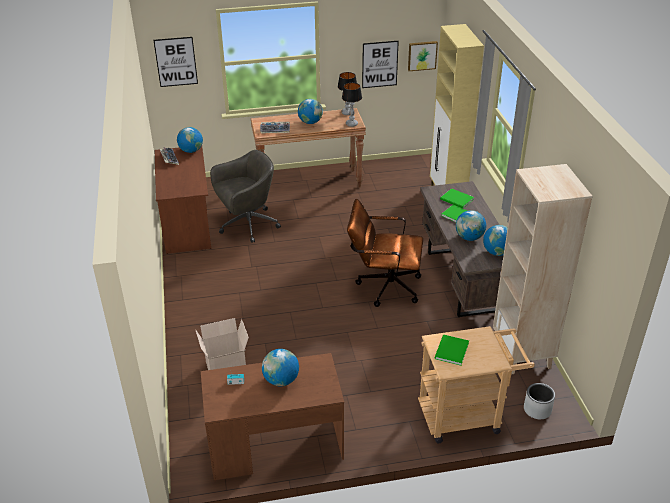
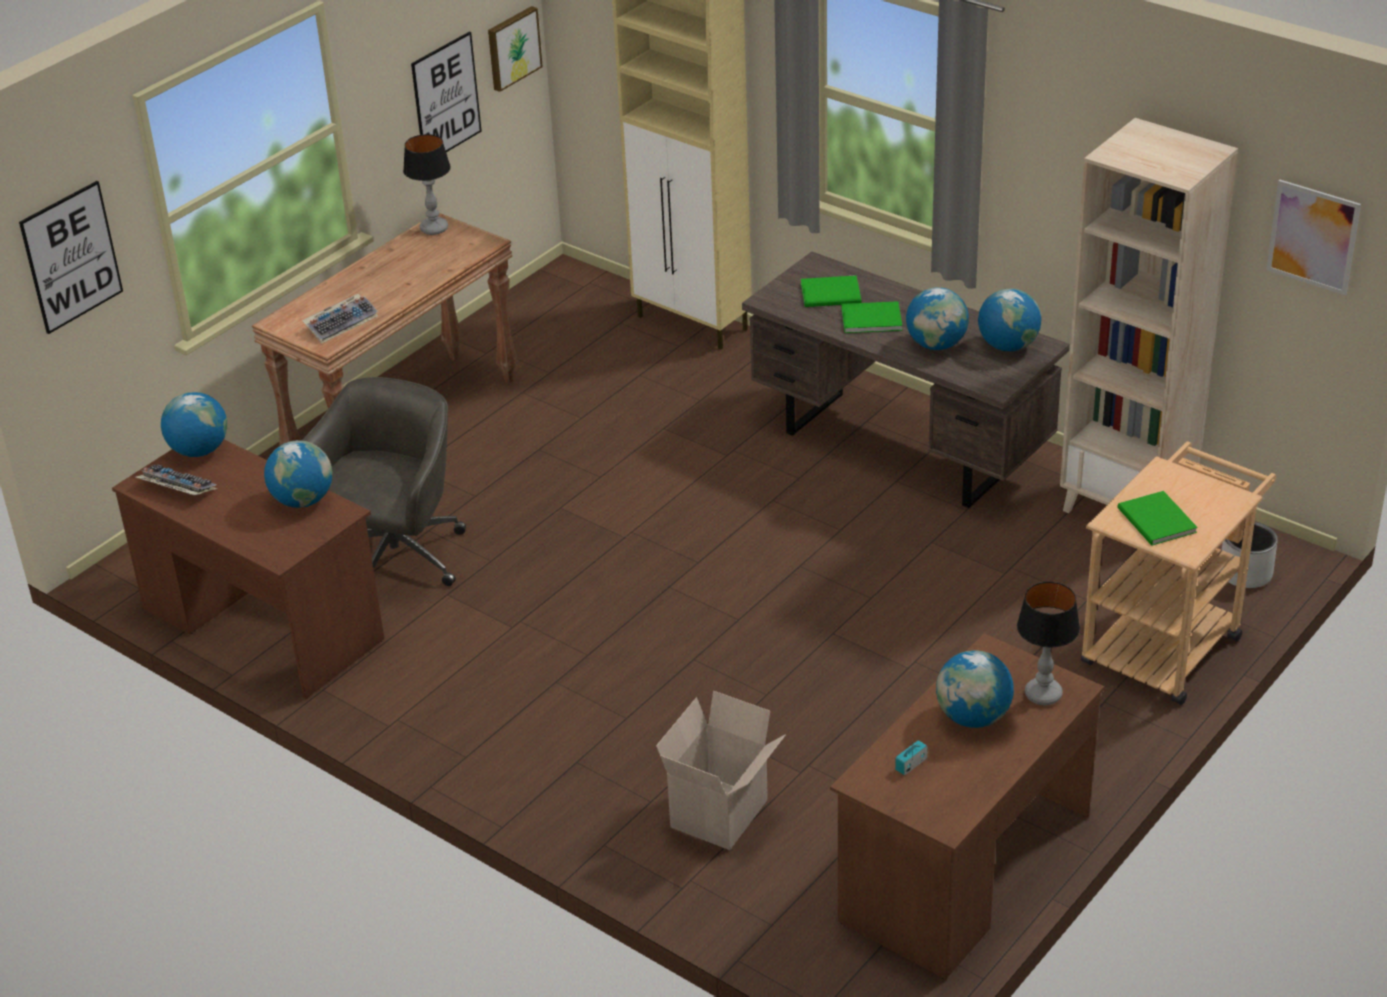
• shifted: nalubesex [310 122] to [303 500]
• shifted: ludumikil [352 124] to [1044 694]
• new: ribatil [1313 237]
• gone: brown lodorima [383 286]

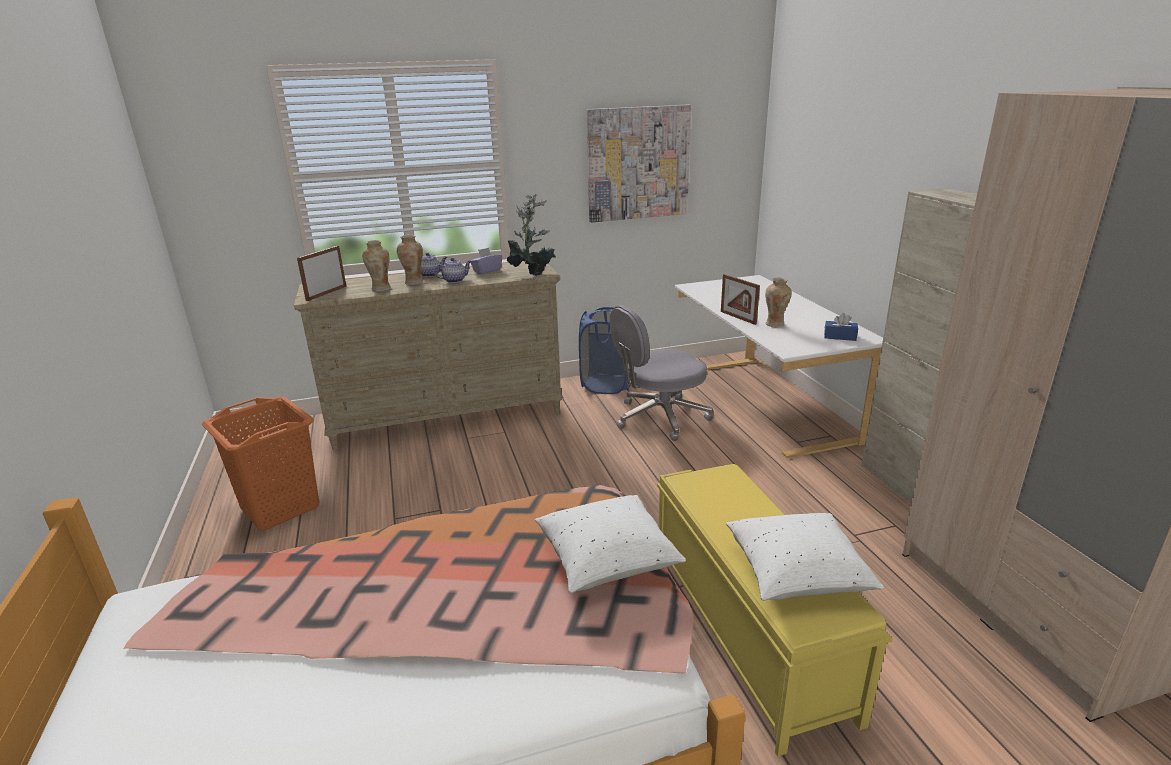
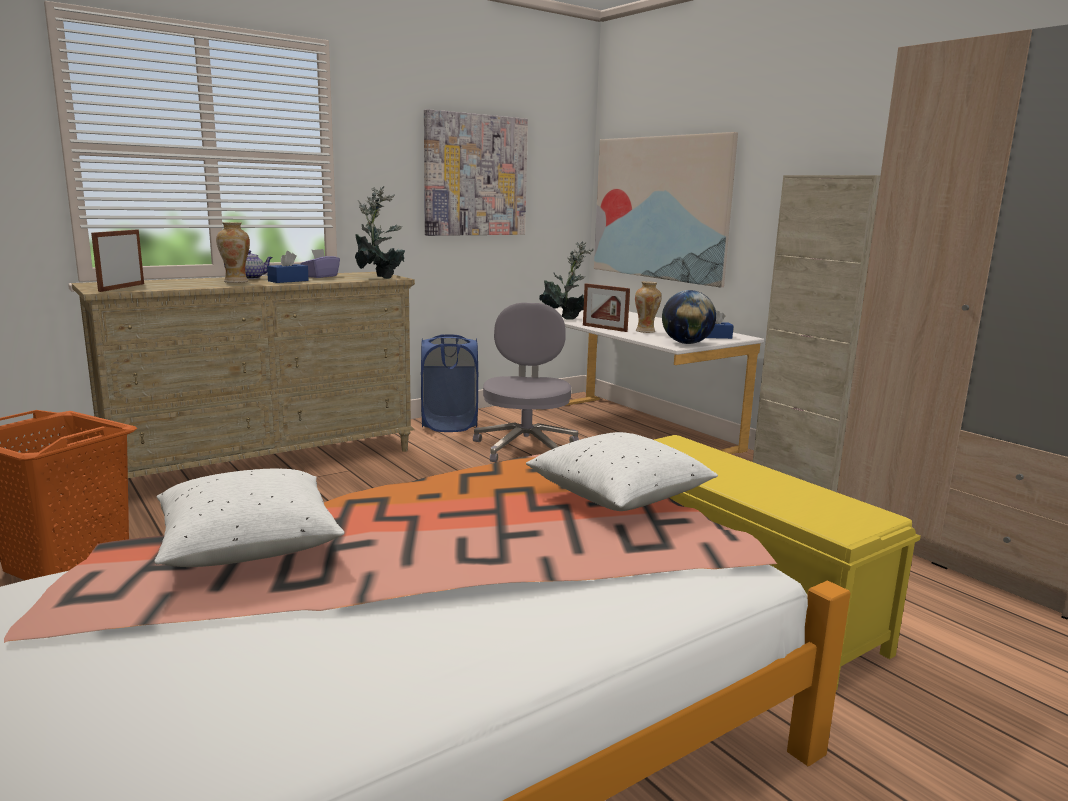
• shifted: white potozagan [796 573] to [248 547]
• swapped: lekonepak [454 280] to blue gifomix [288 281]
• rotated: grey lodorima [659 418] = [526 447] 135 degrees clockwise
• new: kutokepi [568 318]
• new: ribatil [660 208]
• new: nalubesex [686 343]
• gone: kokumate [381 289]

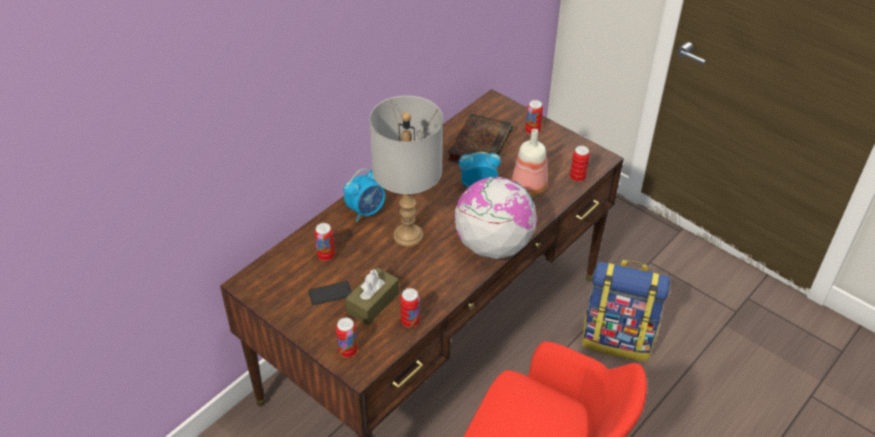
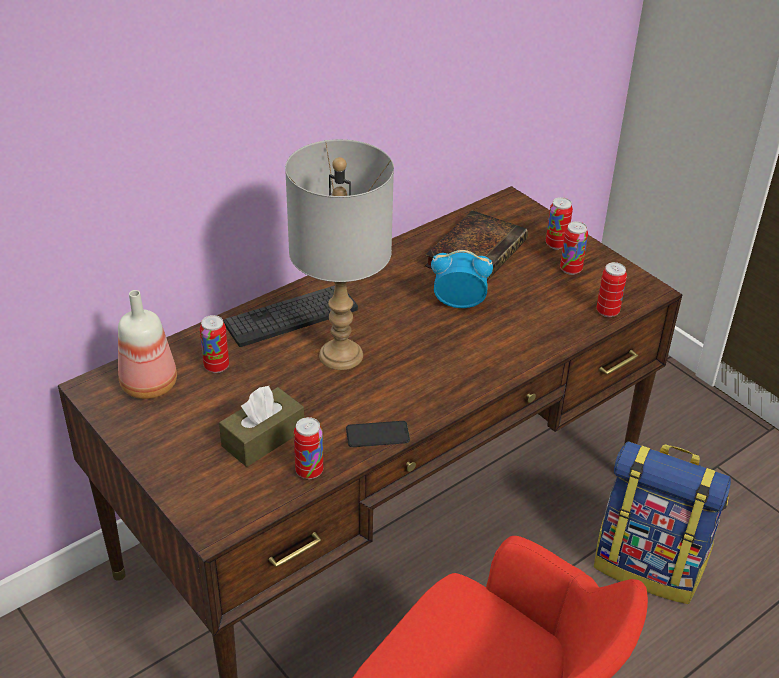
• shifted: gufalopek [528 186] to [150 384]
• swapped: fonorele [366 211] to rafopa [291 316]
• shifted: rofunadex [330 293] to [377 435]
• shifted: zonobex [347 351] to [570 269]
• gone: nalubesex [493 245]

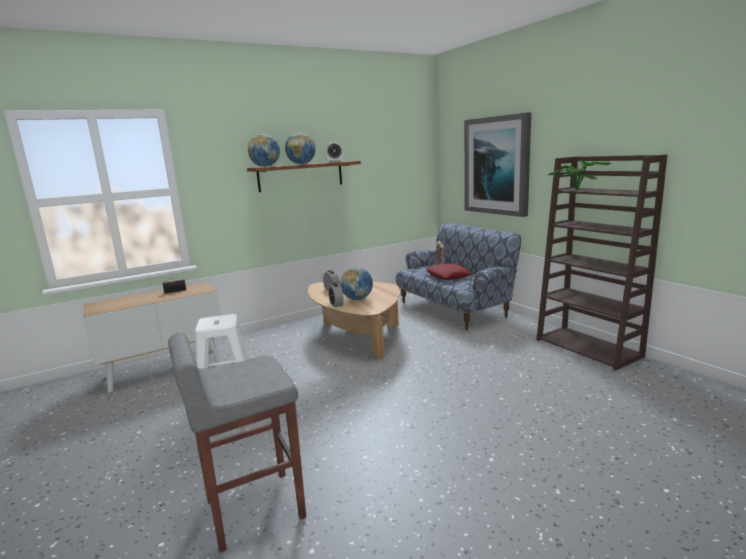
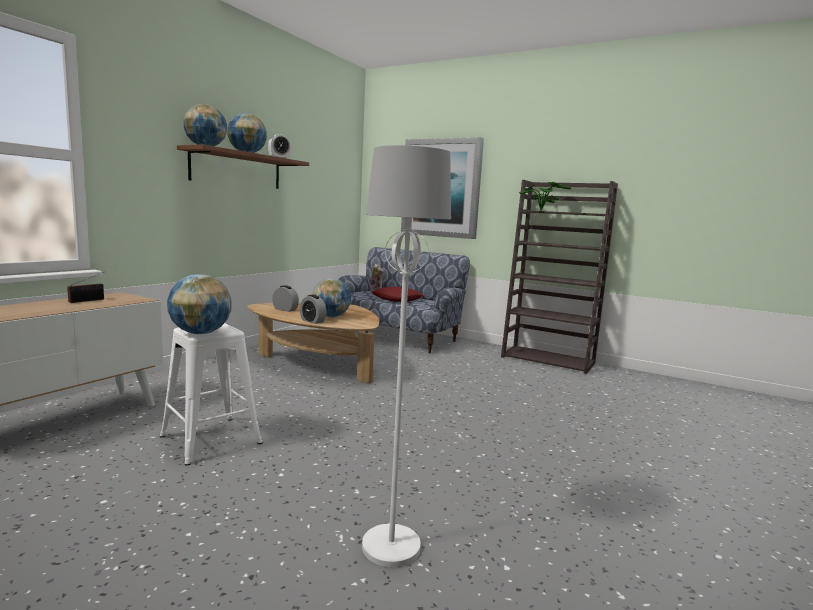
• new: nalubesex [200 333]
• swapped: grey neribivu [253 508] to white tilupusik [390 547]

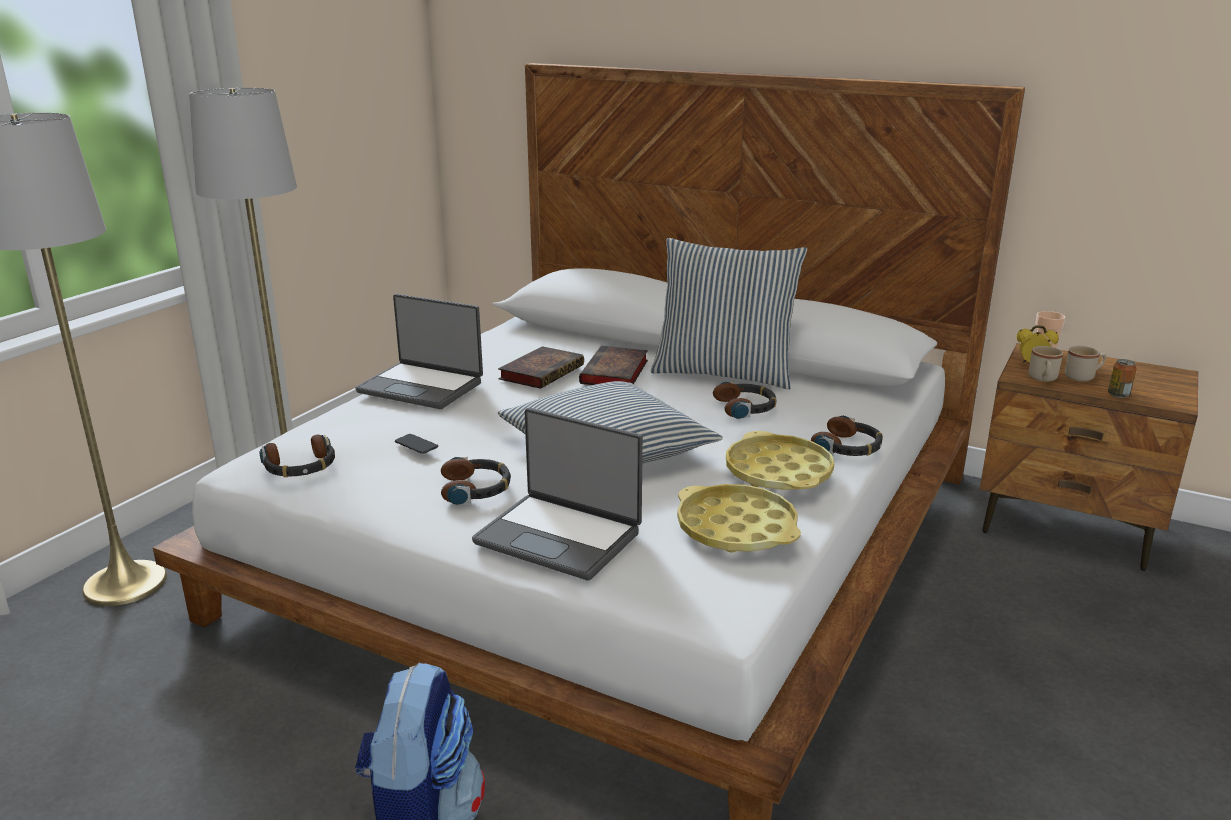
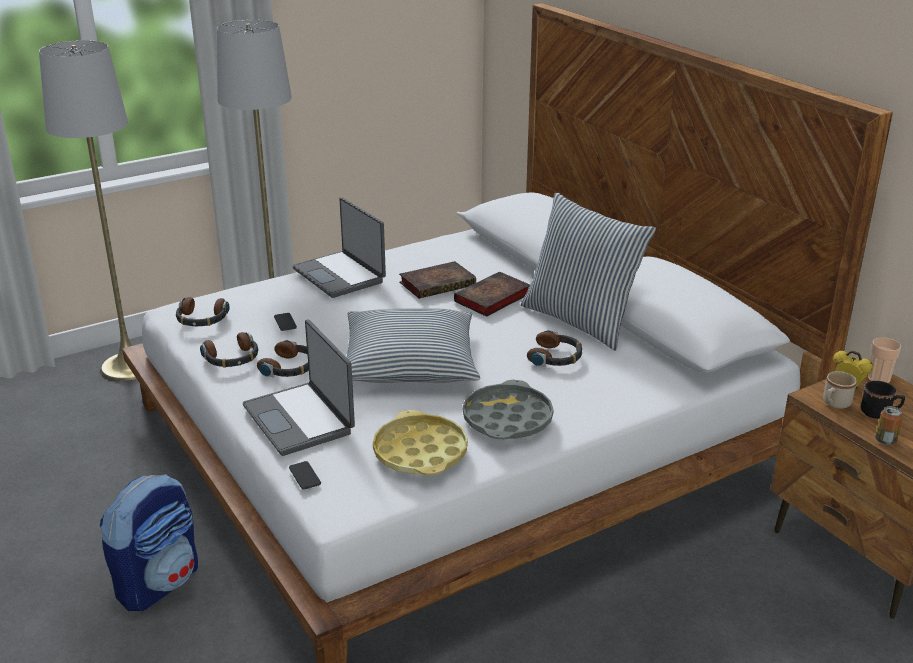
• shifted: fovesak [848 447] to [232 358]
• new: rofunadex [304 476]
• repainted: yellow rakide [778 472] to grey rakide [507 419]
• repainted: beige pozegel [1083 377] to black pozegel [879 413]

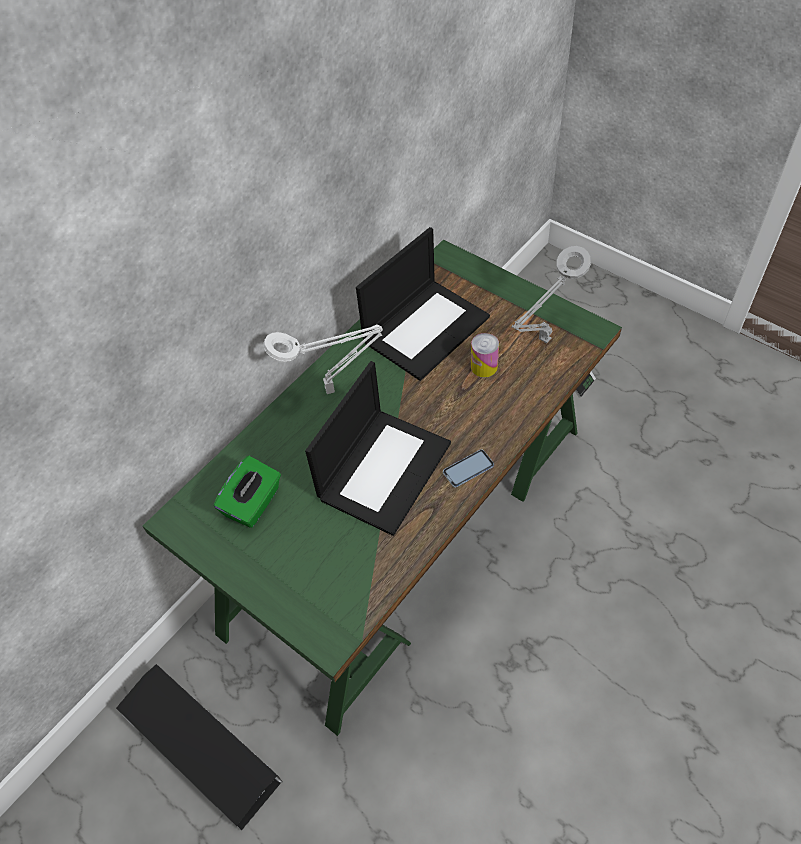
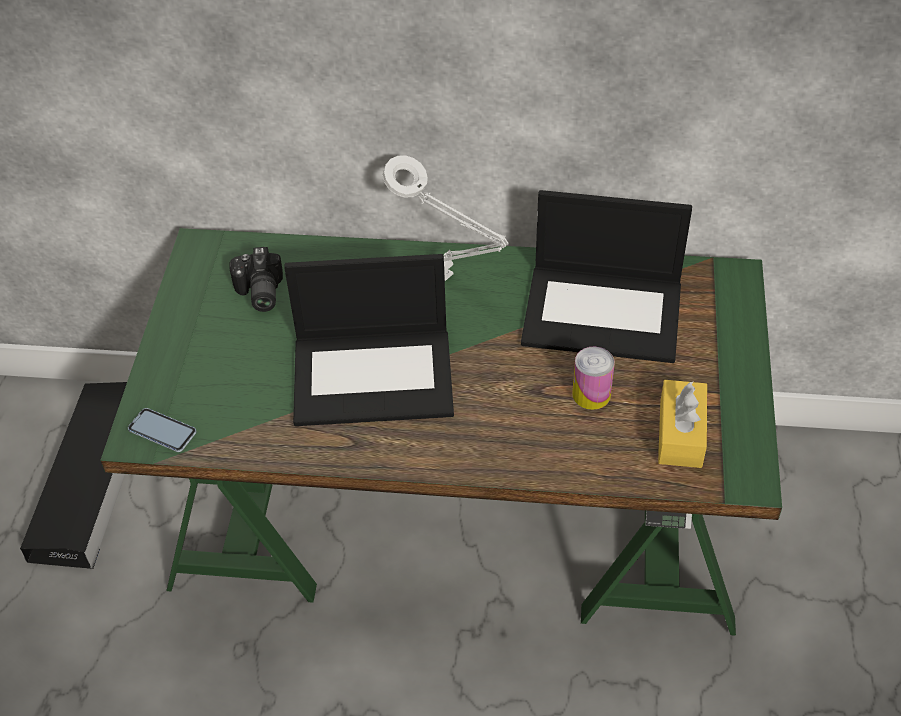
• shifted: rofunadex [468 469] to [162 431]
• swapped: green gifomix [253 503] to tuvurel [258 293]
• swapped: grey ludumikil [542 342] to yellow gifomix [680 434]

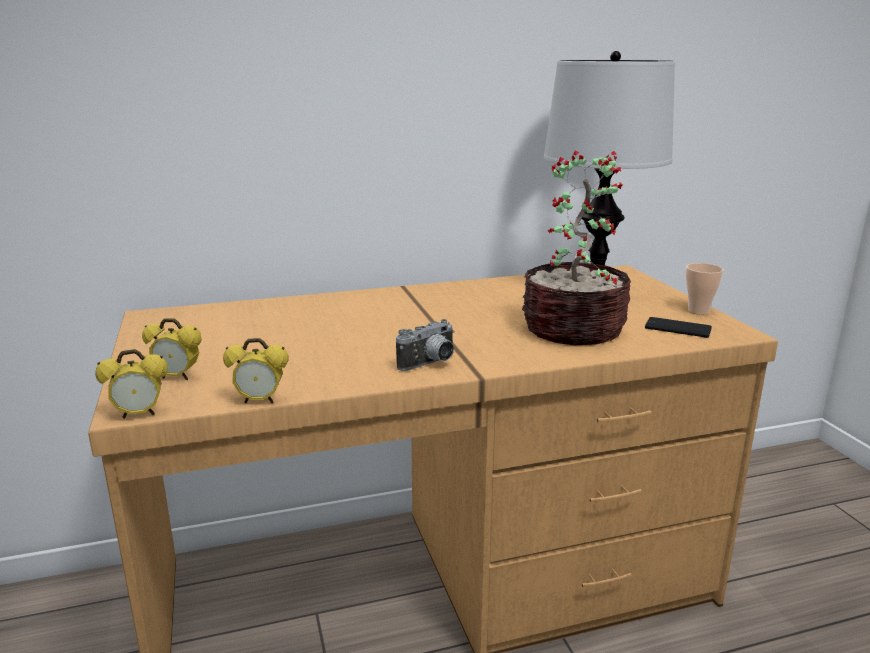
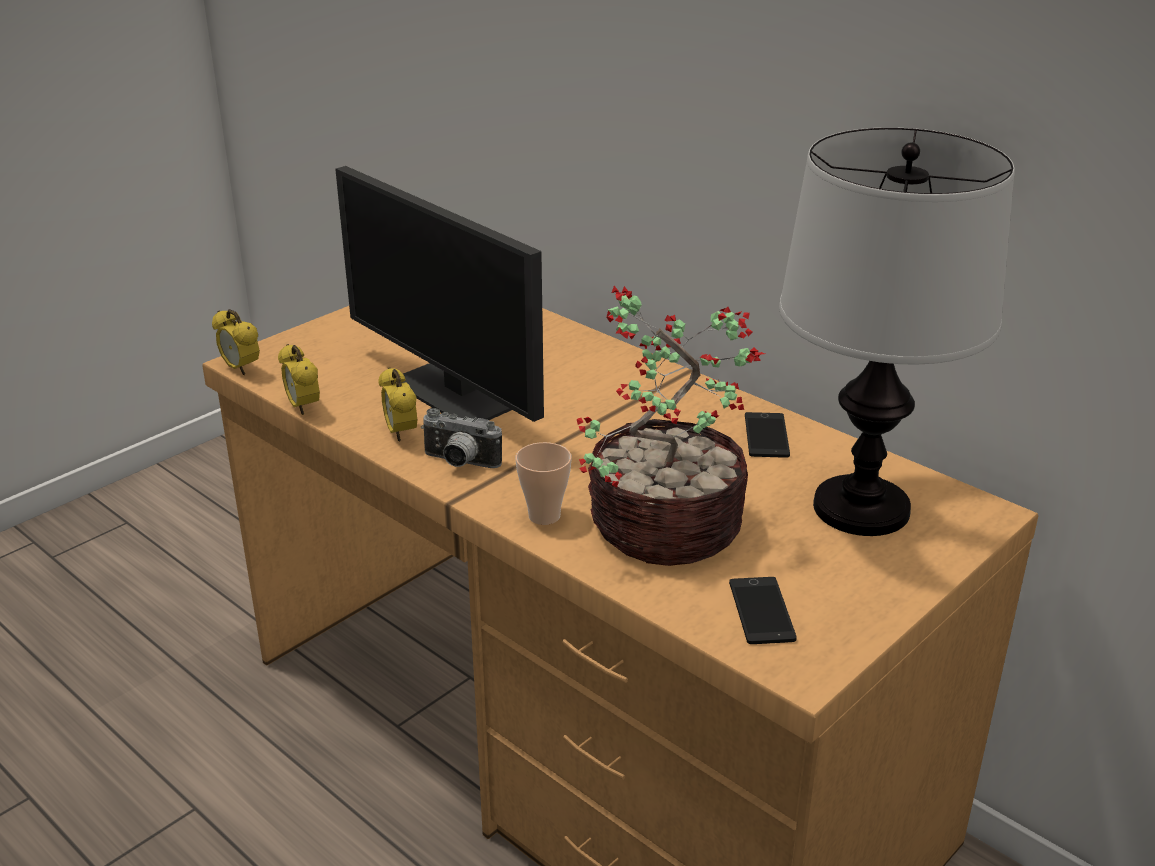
• new: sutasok [460 392]
• shifted: fonorele [177 377] to [400 433]
• shifted: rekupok [698 311] to [544 516]
• new: rofunadex [766 436]

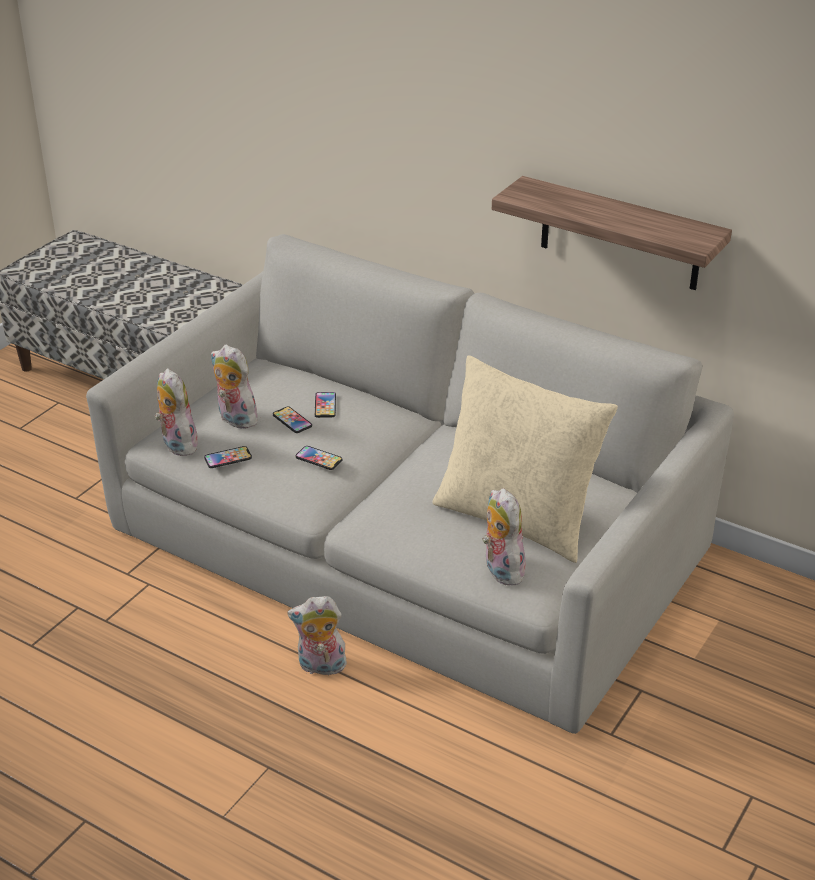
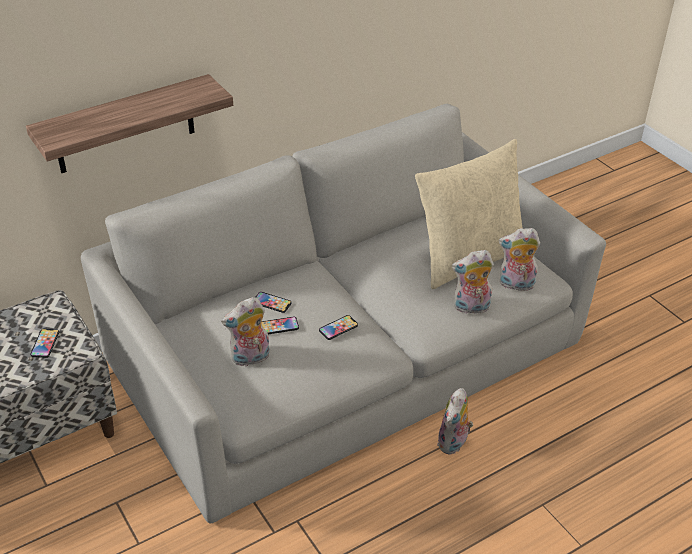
• shifted: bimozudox [620 234] to [125 125]
• shifted: rofunadex [228 458] to [45 344]
• shifted: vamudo [176 444] to [471 308]

